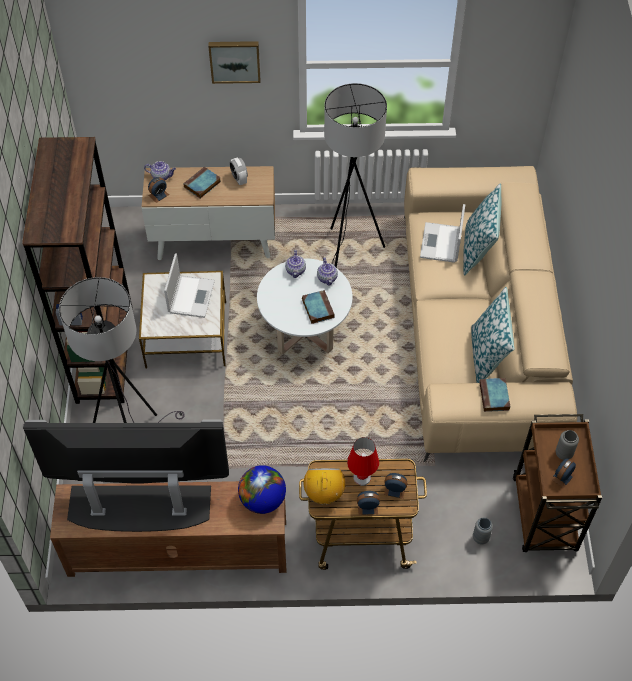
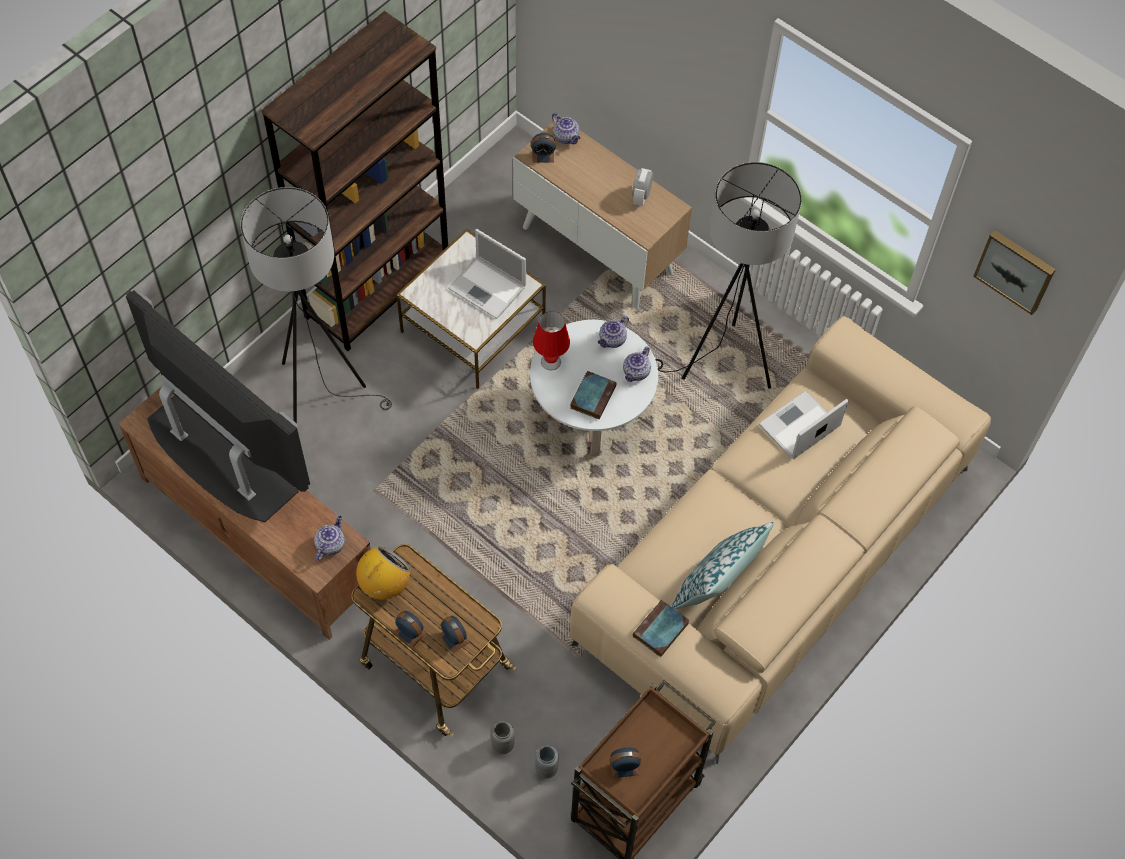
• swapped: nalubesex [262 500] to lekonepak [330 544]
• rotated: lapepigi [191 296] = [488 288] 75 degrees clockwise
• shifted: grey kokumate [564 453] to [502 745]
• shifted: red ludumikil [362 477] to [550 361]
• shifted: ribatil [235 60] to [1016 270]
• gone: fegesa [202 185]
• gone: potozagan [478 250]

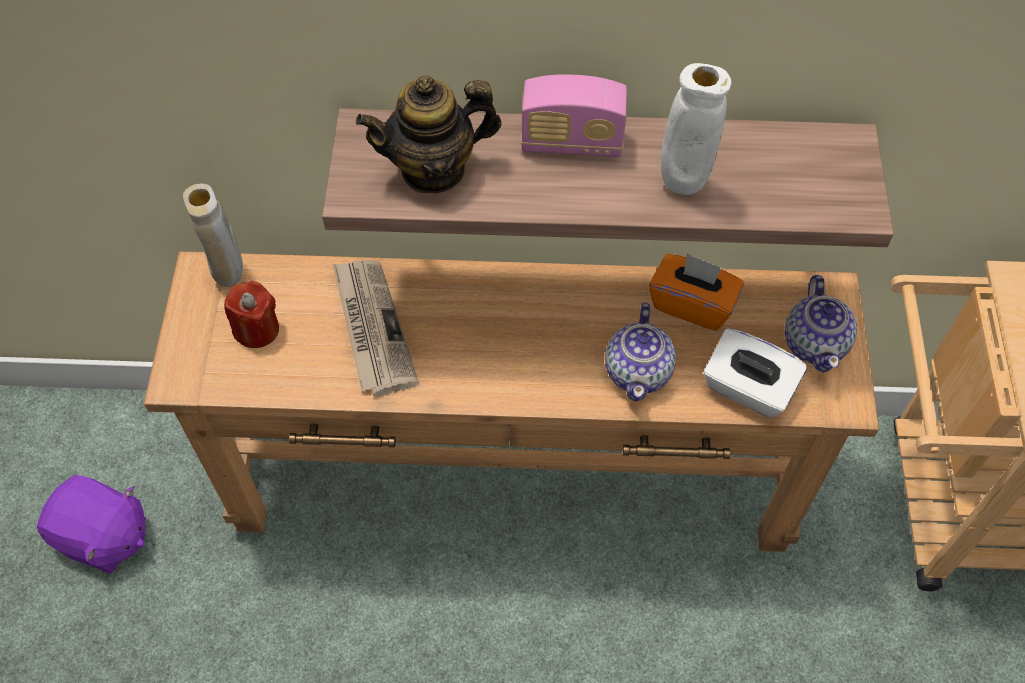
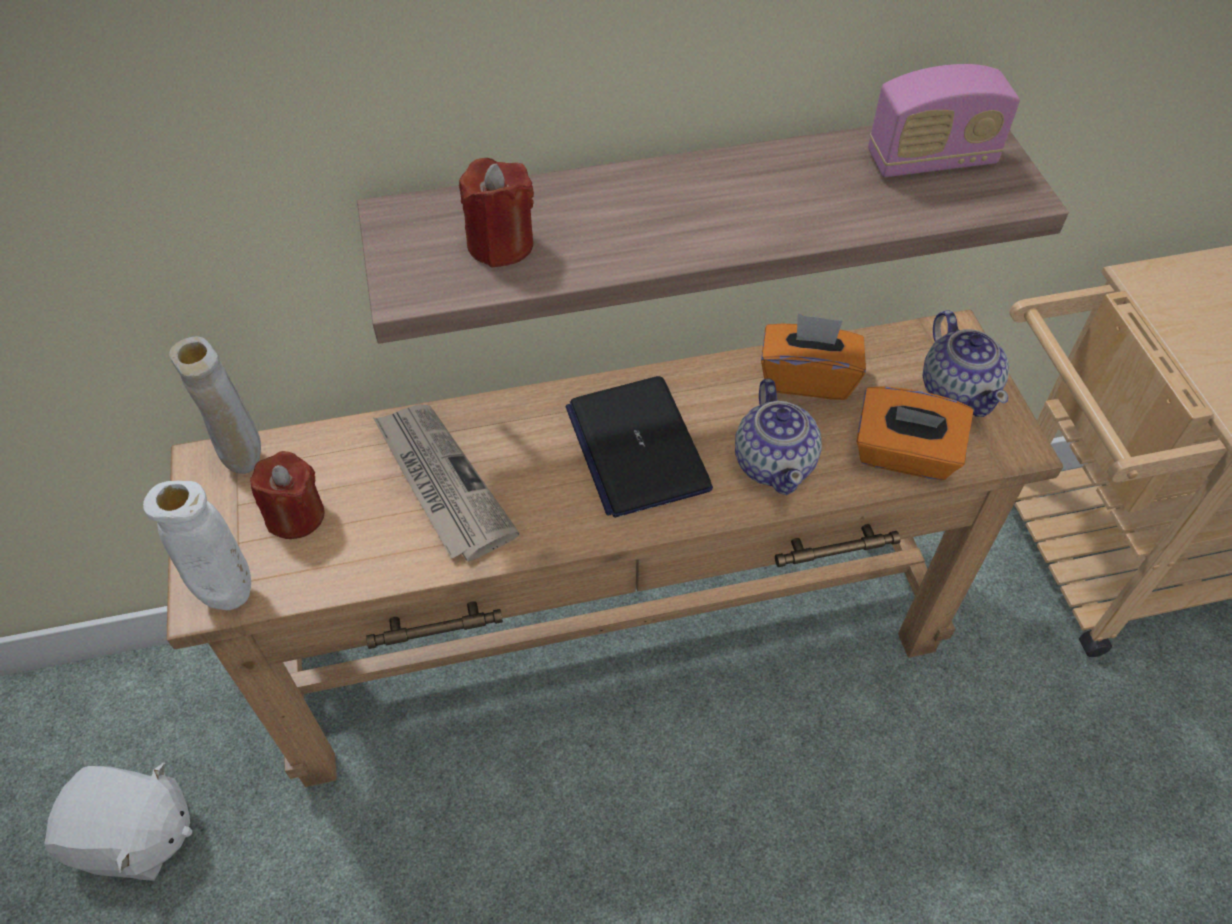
• repainted: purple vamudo [103 537] to white vamudo [135 837]
• shifted: white kokumate [683 184] to [230 595]
• swapped: lekonepak [433 169] to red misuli [500 244]
• new: lapepigi [637 447]
• repainted: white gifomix [747 389] to orange gifomix [904 455]
• shifted: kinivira [572 143] to [931 160]

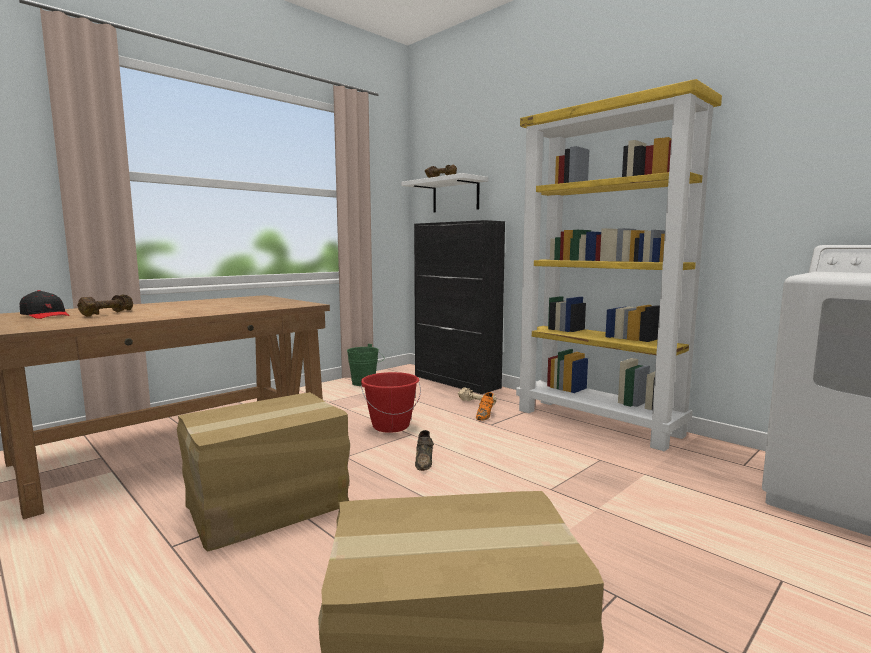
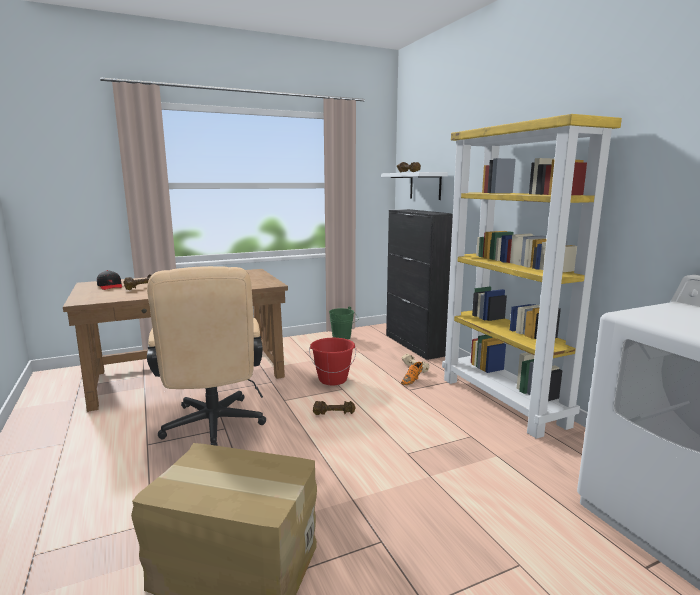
• swapped: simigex [268 506] to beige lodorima [213 428]
• swapped: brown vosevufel [424 461] to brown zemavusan [334 413]

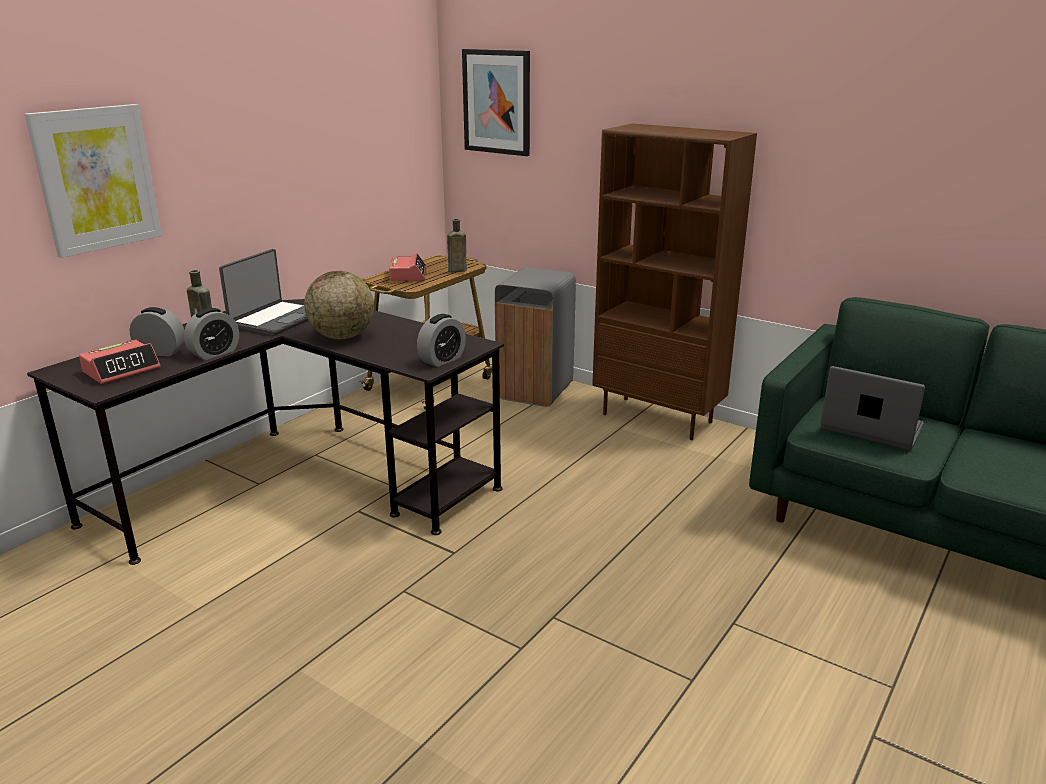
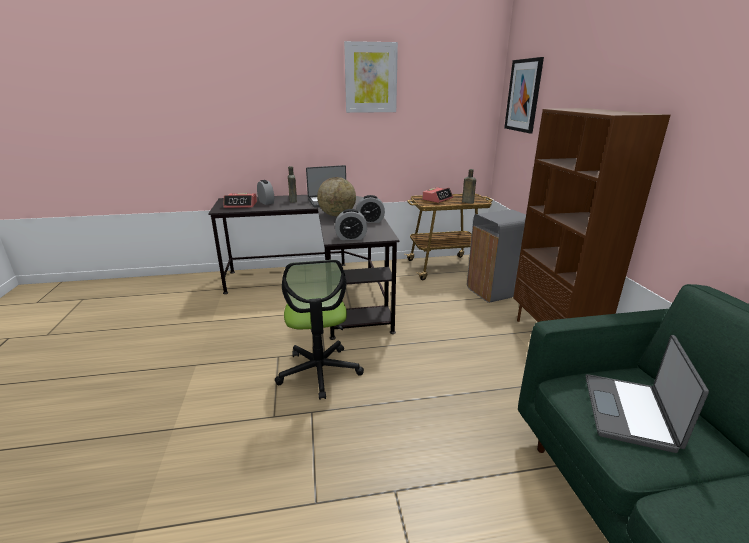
• new: lodorima [319 371]
• shifted: ribatil [96 179] to [371 78]
• shifted: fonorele [214 353] to [370 221]
• rotated: lapepigi [870 429] = [630 413] 150 degrees counterclockwise

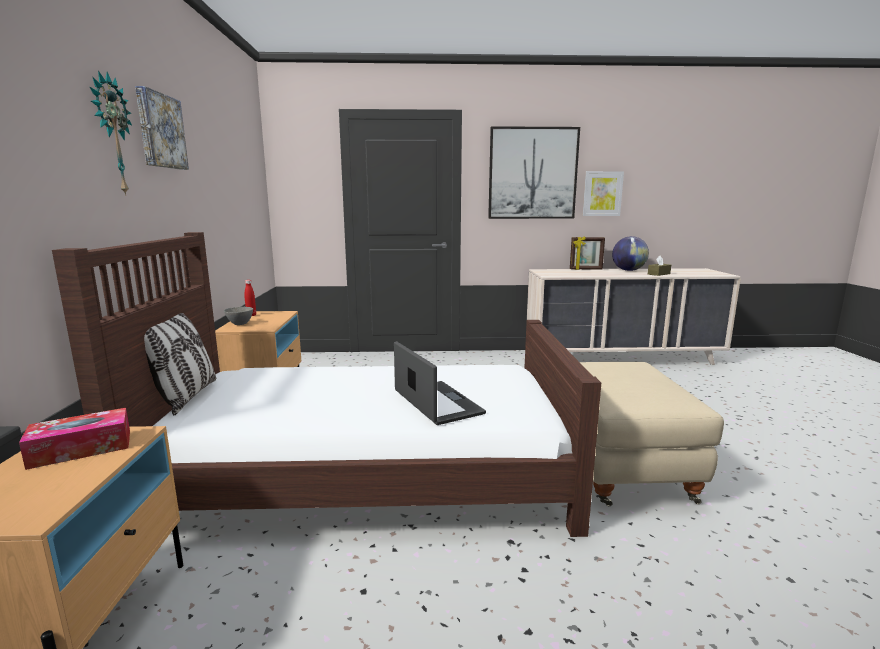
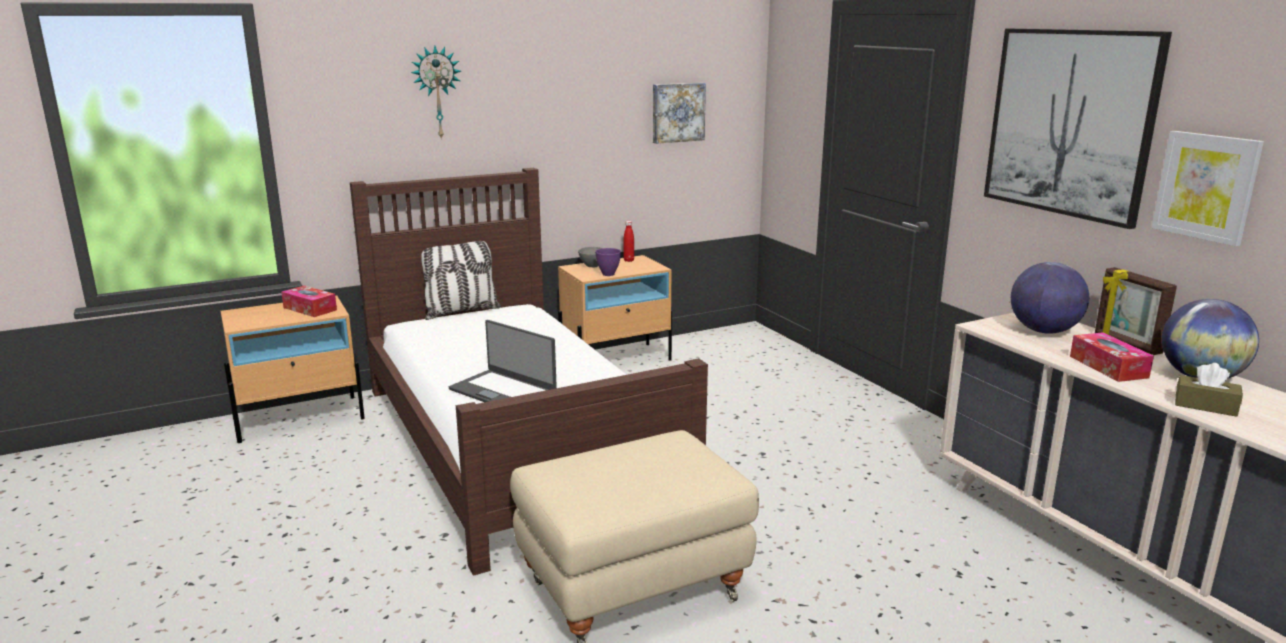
• rotated: lapepigi [436 403] = [503 391] 90 degrees clockwise
• new: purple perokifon [608 274]
• shifted: ribatil [159 131] to [677 112]
• new: nalubesex [1043 331]
• new: gifomix [1108 367]

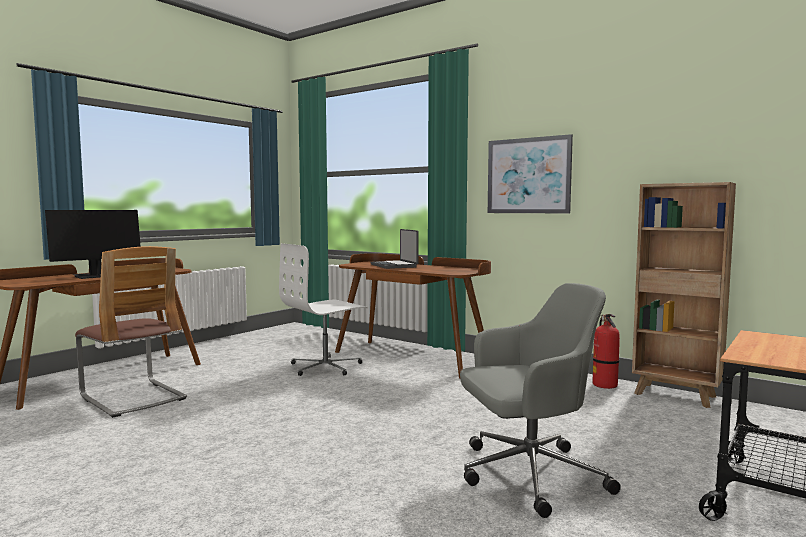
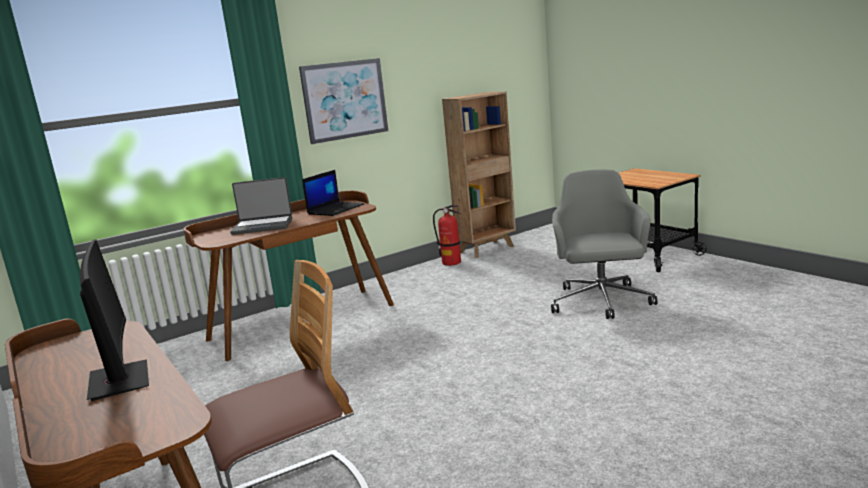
• new: lapepigi [336 209]
• gone: white lodorima [326 367]

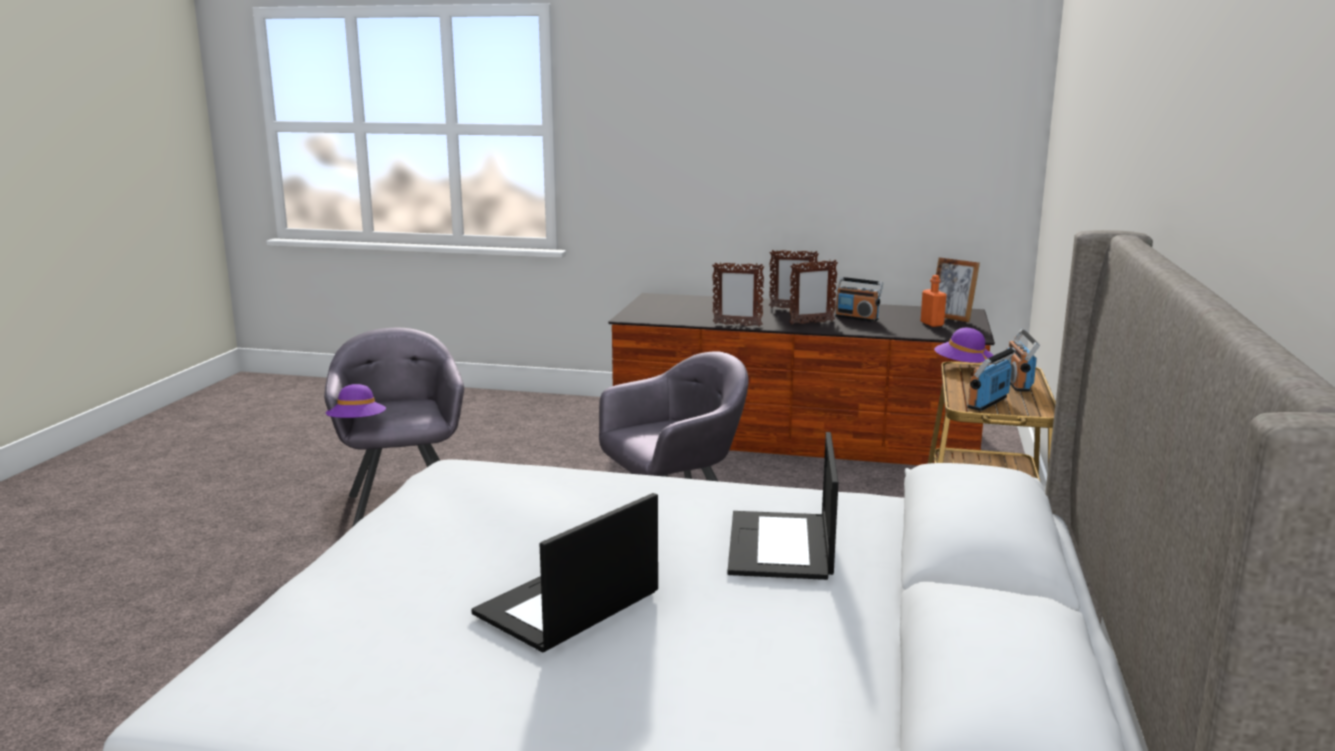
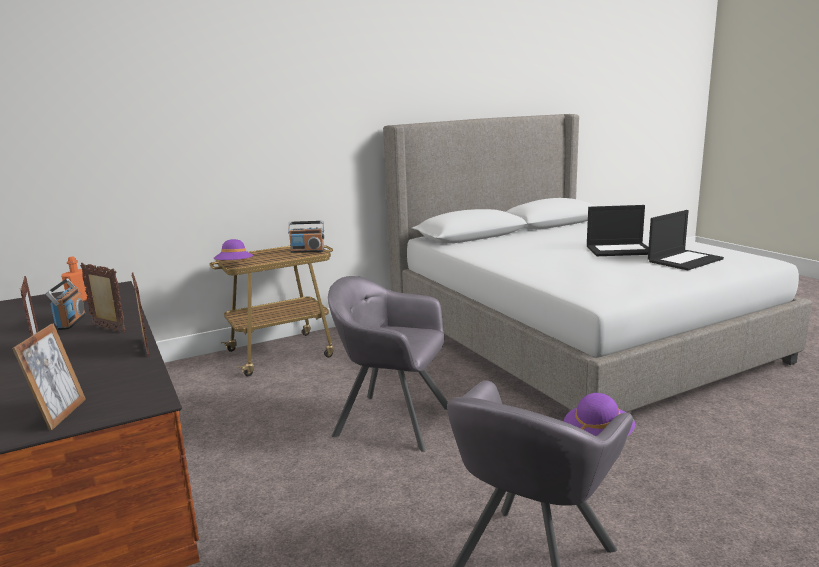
• shifted: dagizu [951 318] to [60 414]
• shifted: lapepigi [782 546] to [684 260]
• gone: kinivira [1017 383]

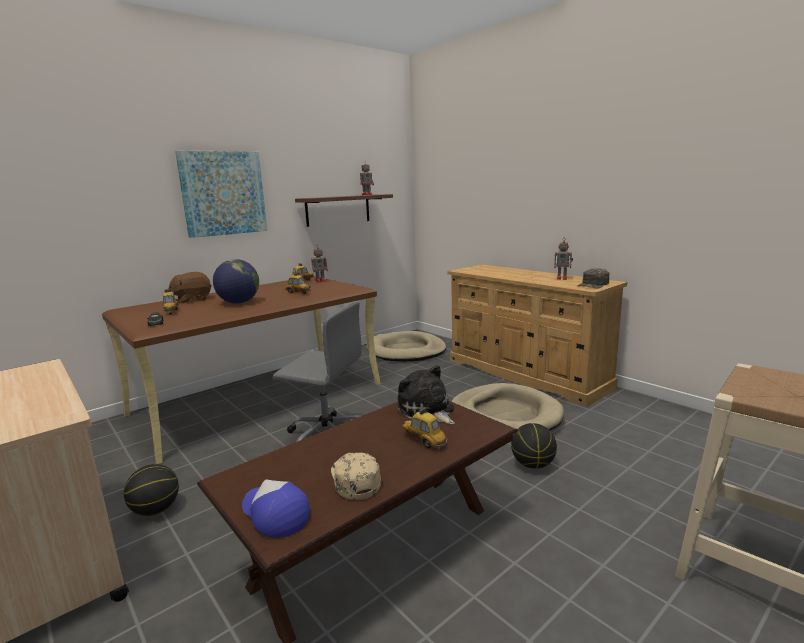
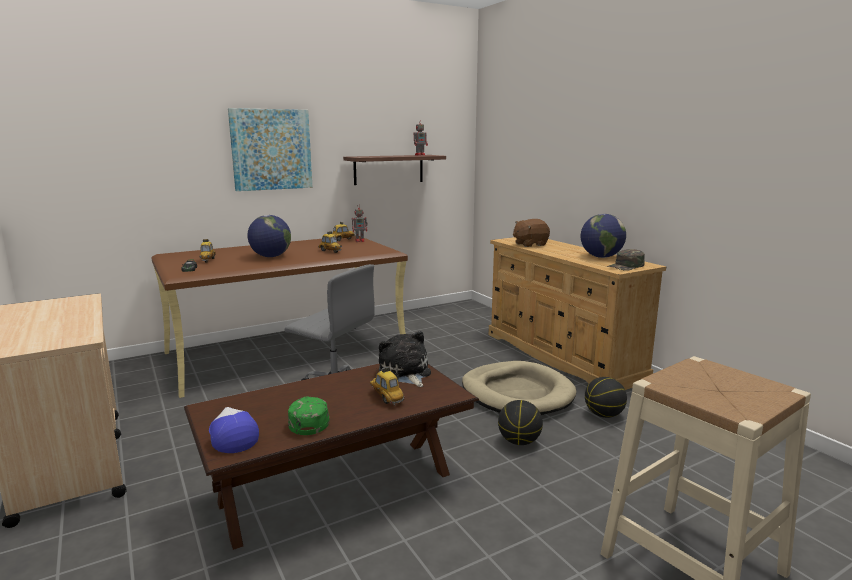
• repainted: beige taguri [354 479] to green taguri [308 419]
• shifted: brown vamudo [192 299] to [530 244]
• swapped: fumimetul [562 278] to nalubesex [601 257]
• shifted: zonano [156 510] to [603 415]
• gone: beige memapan [406 351]

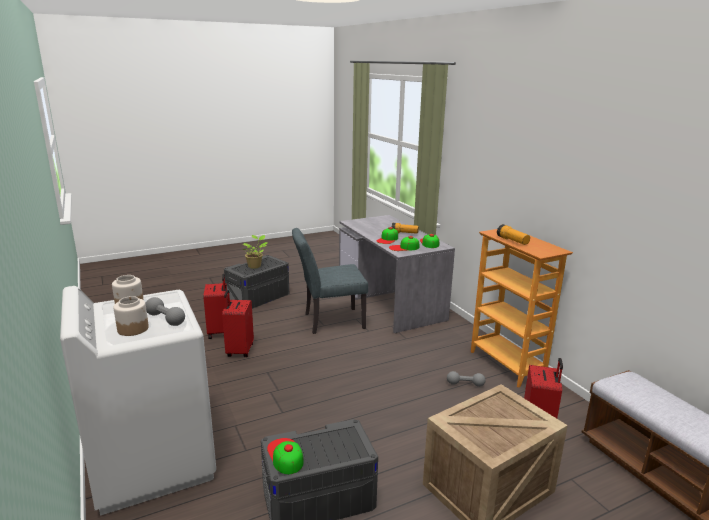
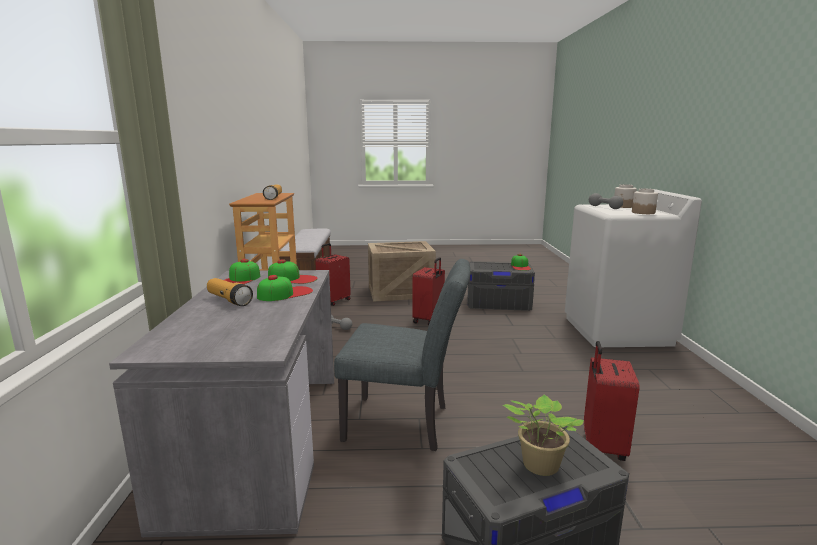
• shifted: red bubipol [239 351] to [429 320]

